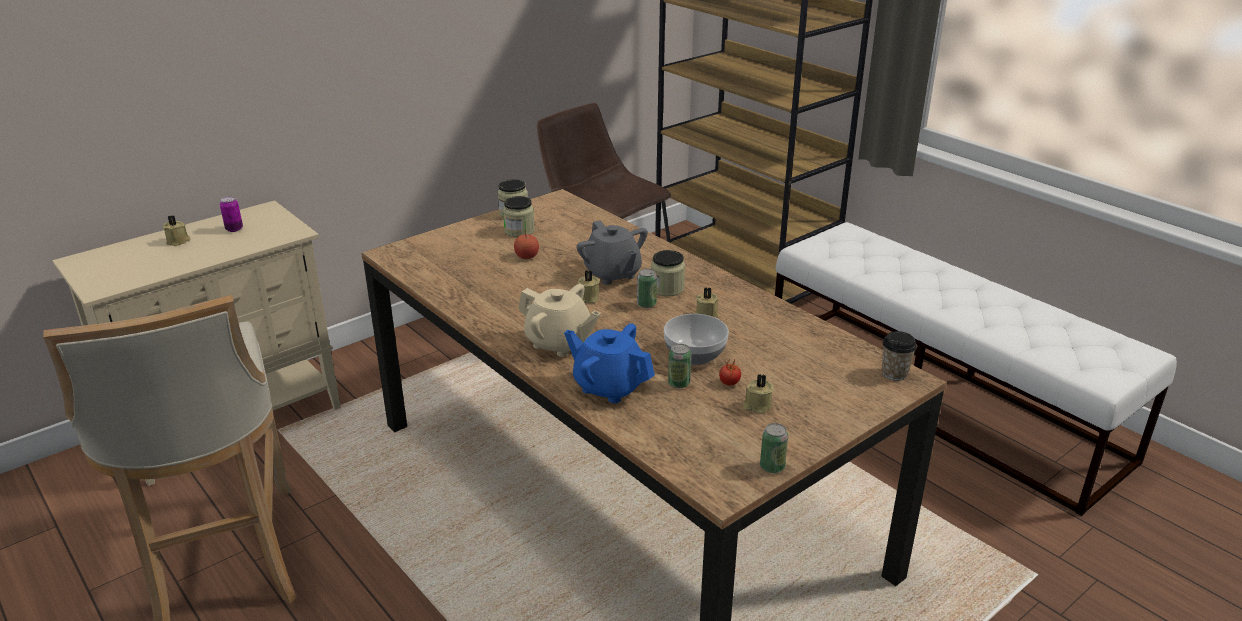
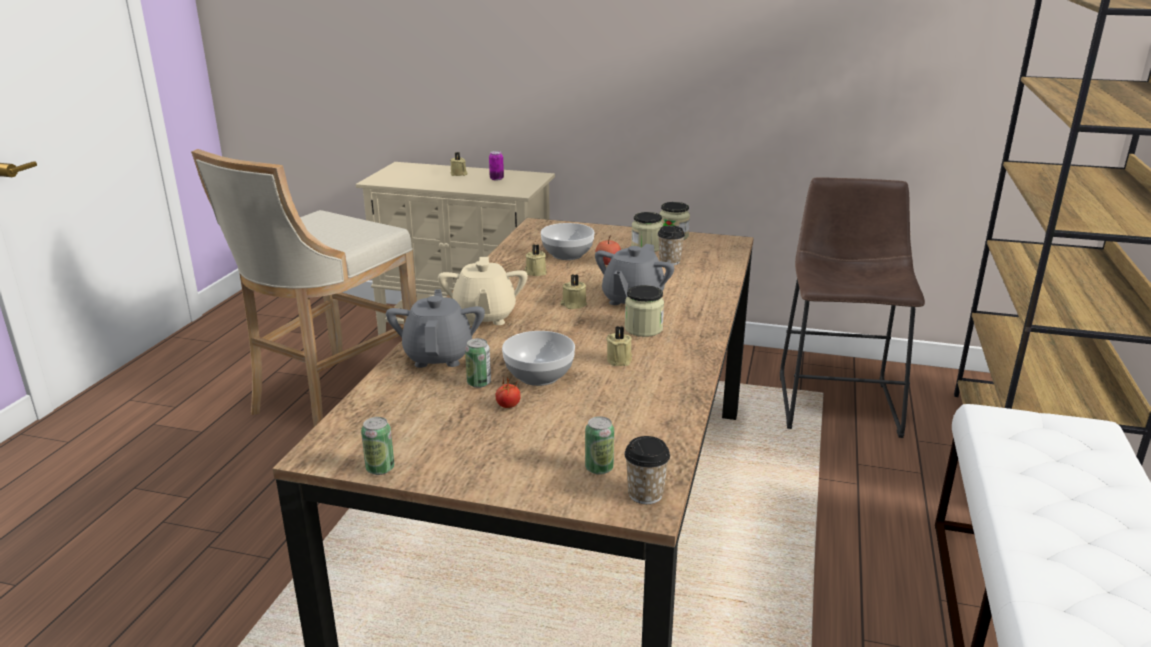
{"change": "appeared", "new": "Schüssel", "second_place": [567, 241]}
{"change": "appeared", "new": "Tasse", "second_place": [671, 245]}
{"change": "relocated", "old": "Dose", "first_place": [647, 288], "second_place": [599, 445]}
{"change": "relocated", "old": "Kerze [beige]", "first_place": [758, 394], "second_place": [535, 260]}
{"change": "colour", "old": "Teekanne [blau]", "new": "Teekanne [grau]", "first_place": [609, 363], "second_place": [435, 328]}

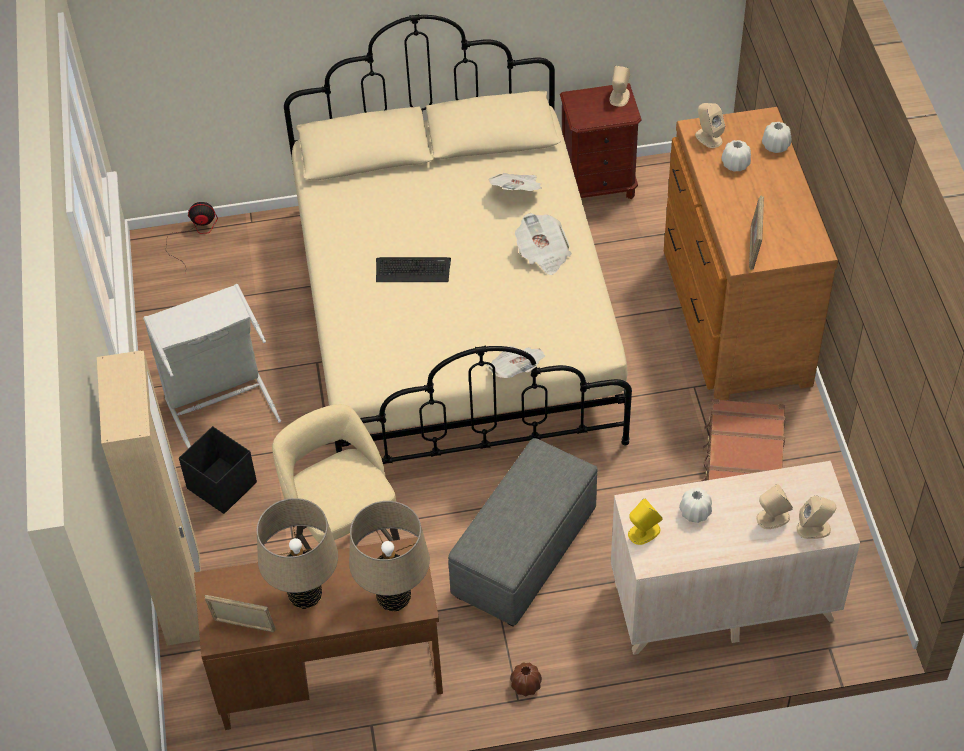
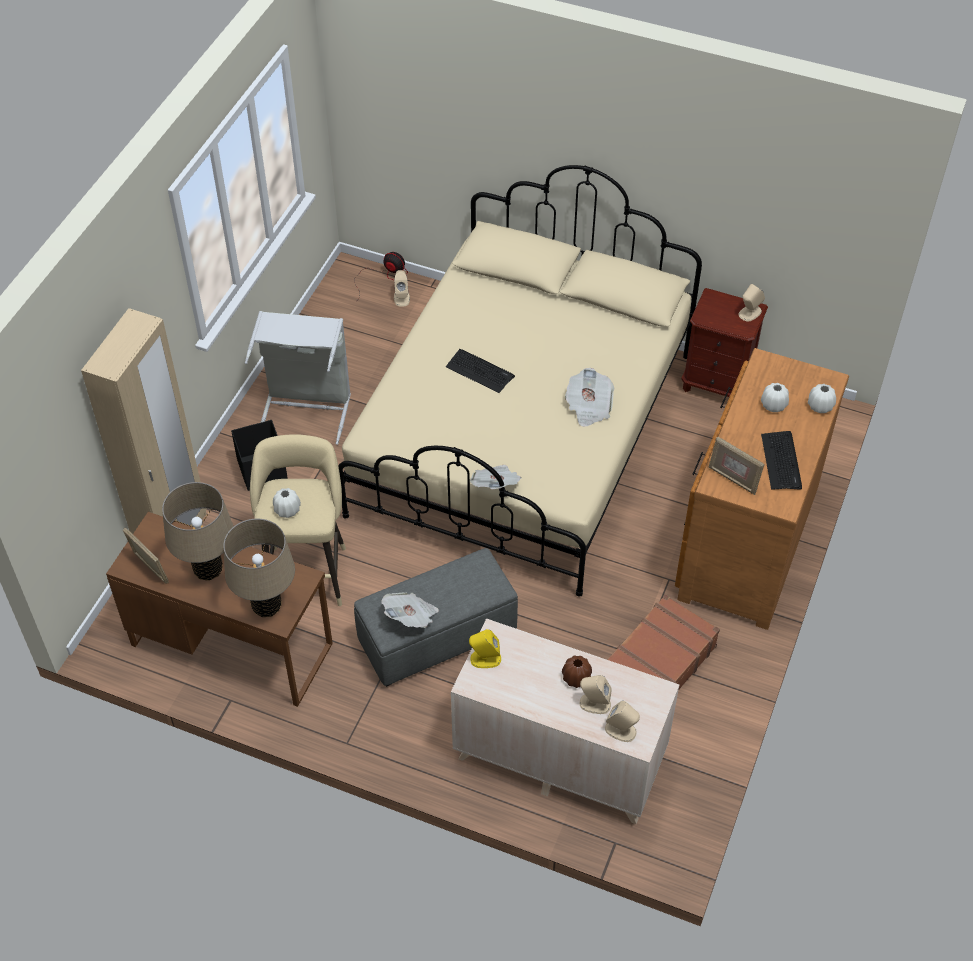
{"change": "appeared", "new": "Tastatur", "second_place": [781, 460]}
{"change": "relocated", "old": "Zeitung", "first_place": [515, 182], "second_place": [410, 610]}
{"change": "relocated", "old": "Vase [braun]", "first_place": [526, 679], "second_place": [577, 672]}
{"change": "relocated", "old": "Vase [weiß]", "first_place": [695, 505], "second_place": [287, 503]}
{"change": "relocated", "old": "Lautsprecher [beige]", "first_place": [710, 125], "second_place": [402, 288]}
{"change": "spun", "old": "Bilderrahmen", "first_place": [756, 232], "second_place": [736, 466], "degrees": -90}

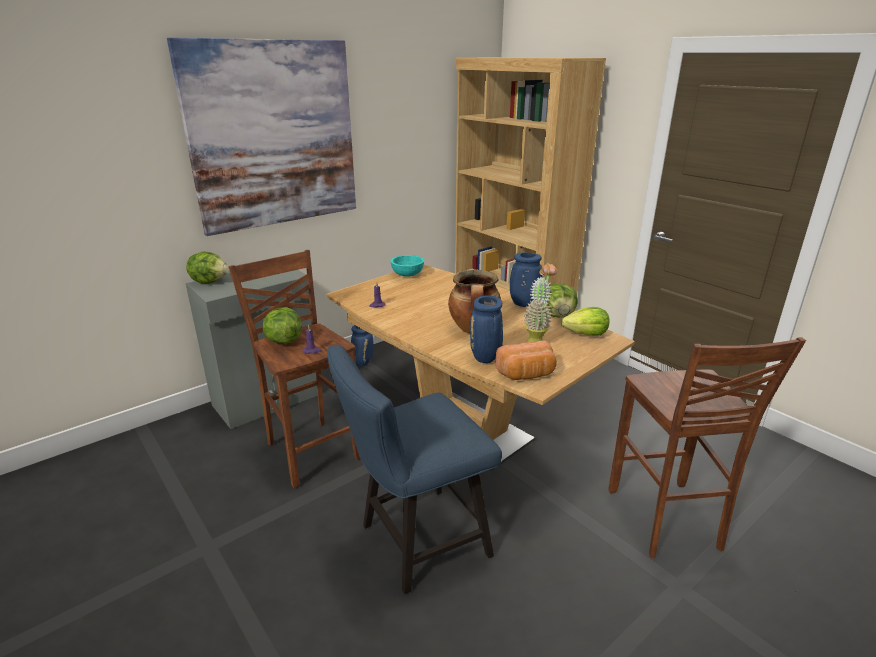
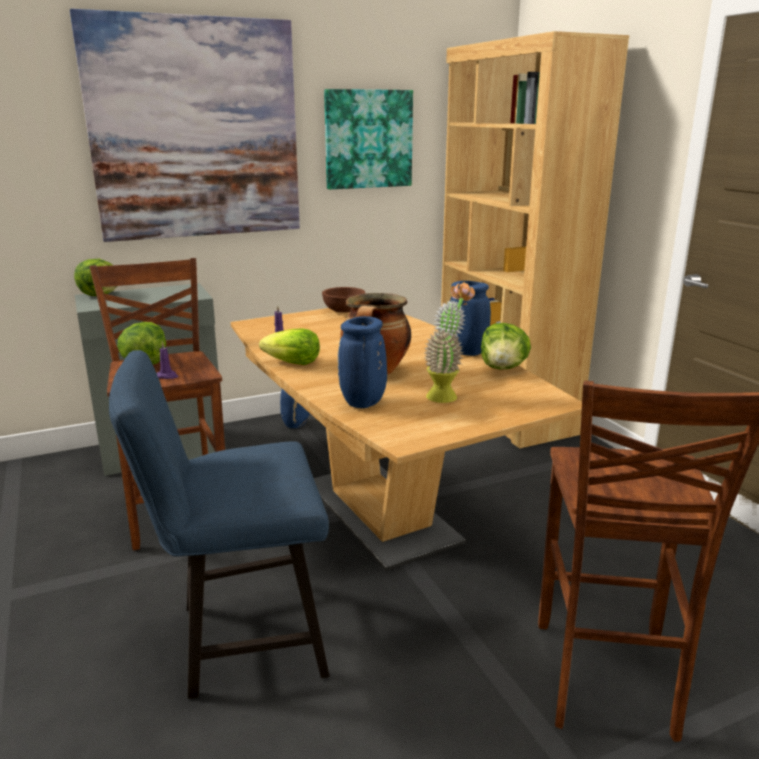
{"change": "missing", "old": "Brot", "first_place": [526, 360]}
{"change": "appeared", "new": "Bild", "second_place": [368, 139]}
{"change": "relocated", "old": "Salatkopf", "first_place": [585, 321], "second_place": [289, 347]}
{"change": "colour", "old": "Schüssel [türkis]", "new": "Schüssel [braun]", "first_place": [407, 266], "second_place": [343, 300]}

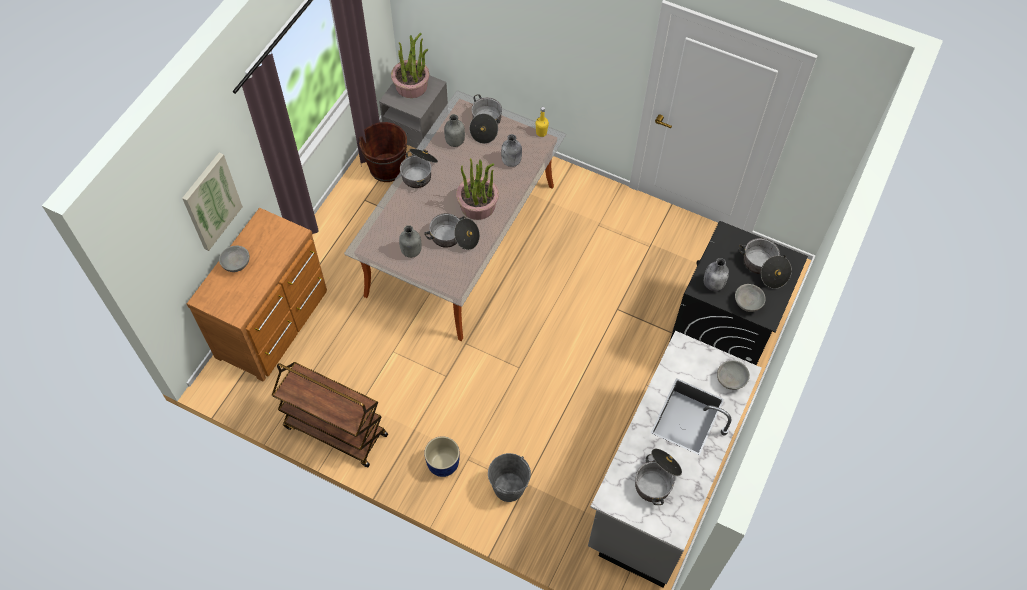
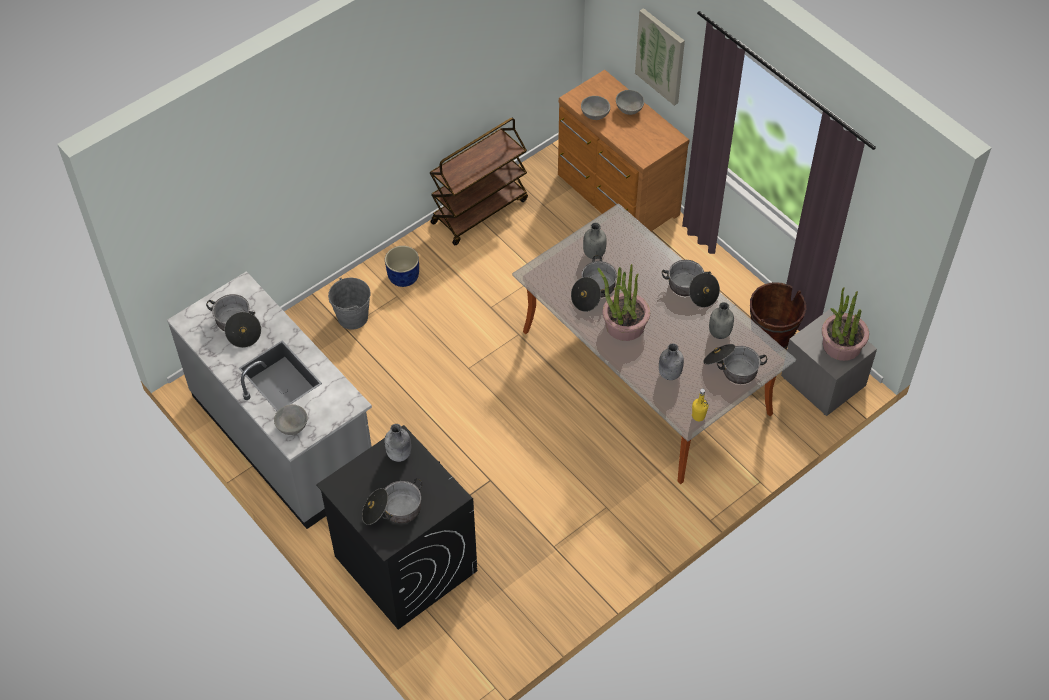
{"change": "relocated", "old": "Schüssel [grau]", "first_place": [750, 298], "second_place": [595, 108]}

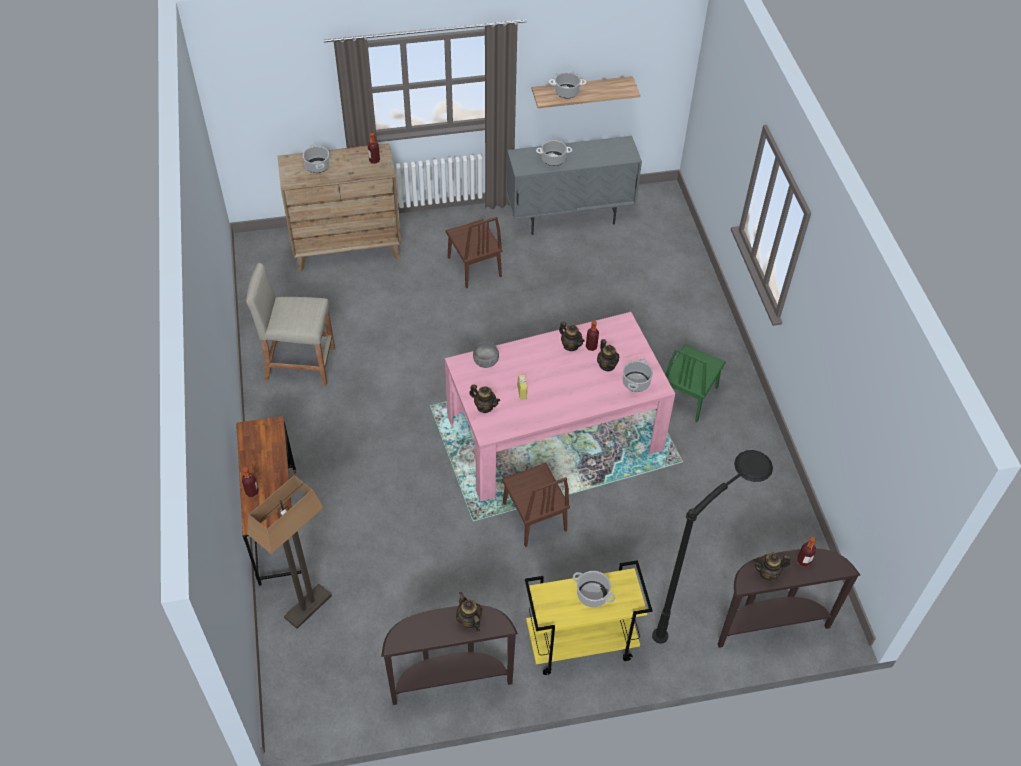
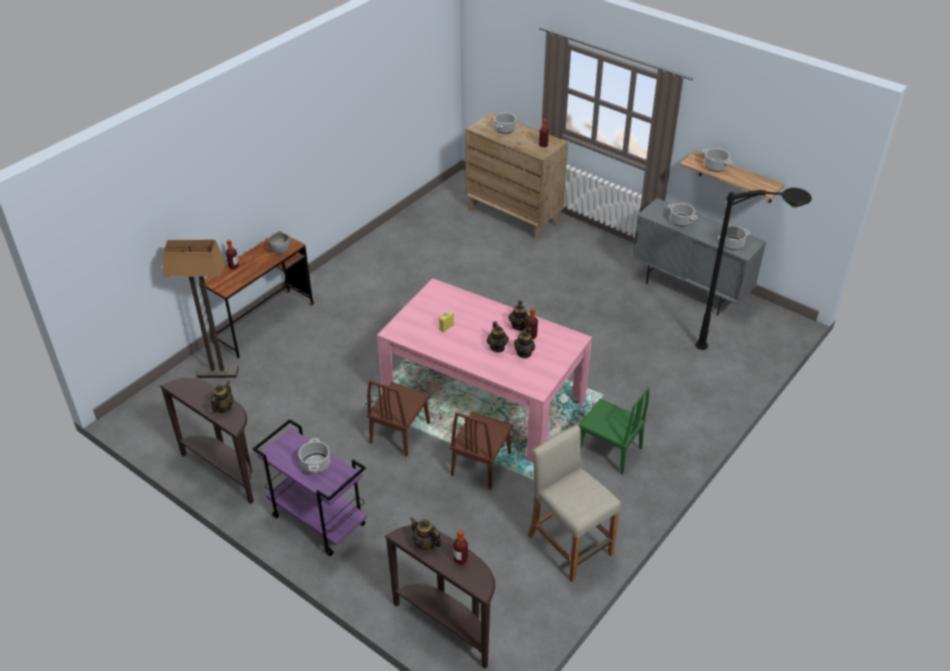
{"change": "relocated", "old": "Hocker [beige]", "first_place": [290, 324], "second_place": [574, 503]}
{"change": "relocated", "old": "Stuhl [braun]", "first_place": [474, 252], "second_place": [481, 450]}
{"change": "relocated", "old": "Teekanne", "first_place": [484, 398], "second_place": [498, 337]}
{"change": "relocated", "old": "Schüssel [grau]", "first_place": [486, 355], "second_place": [279, 243]}
{"change": "relocated", "old": "Kochtopf", "first_place": [638, 375], "second_place": [734, 238]}
{"change": "relocated", "old": "Stehlampe [schwarz]", "first_place": [712, 547], "second_place": [753, 269]}
{"change": "colour", "old": "Rollwagen [gelb]", "new": "Rollwagen [lila]", "first_place": [589, 617], "second_place": [309, 487]}
{"change": "spun", "old": "Stuhl [grün]", "first_place": [695, 383], "second_place": [614, 431], "degrees": -135}

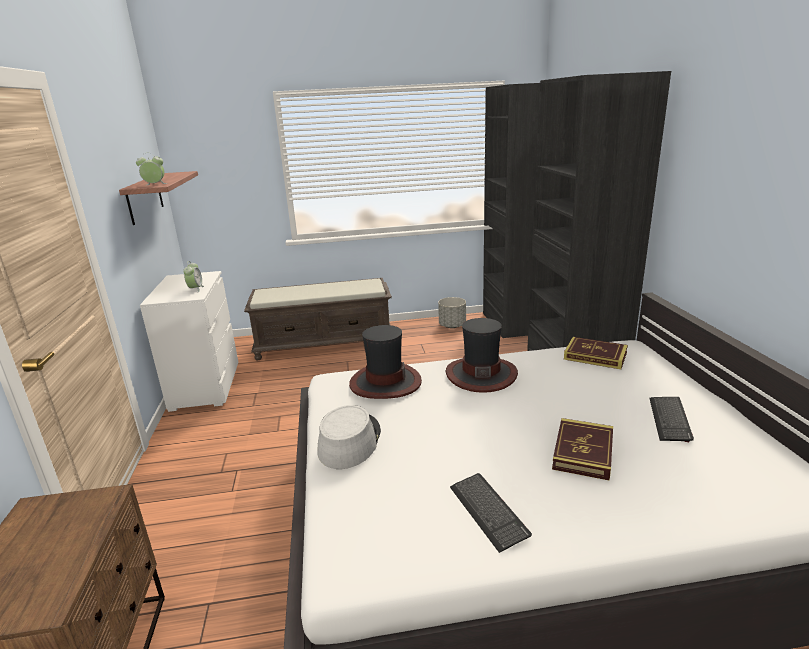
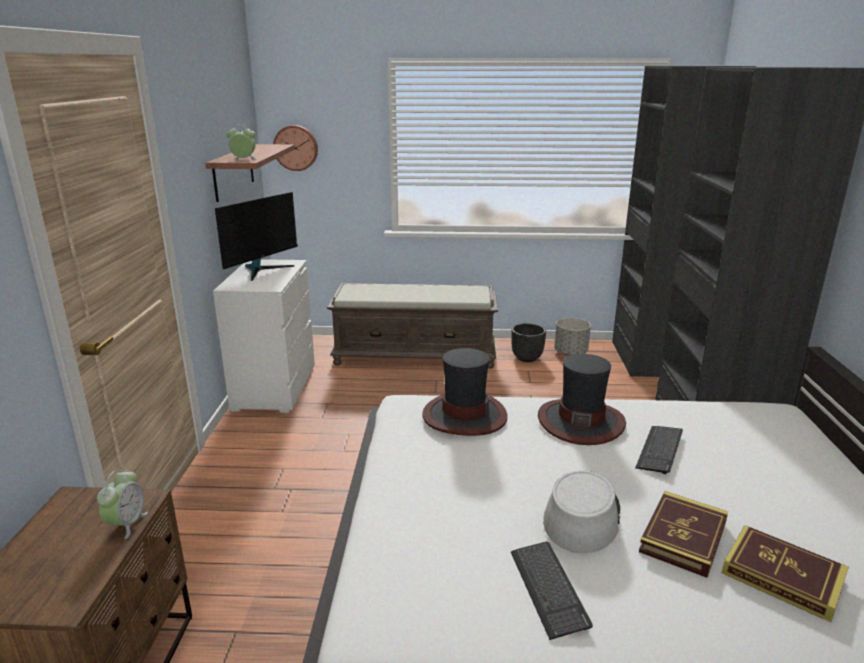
{"change": "appeared", "new": "Monitor", "second_place": [256, 236]}
{"change": "appeared", "new": "Wanduhr", "second_place": [295, 148]}
{"change": "appeared", "new": "Pflanzkübel [schwarz]", "second_place": [528, 342]}
{"change": "relocated", "old": "Wecker", "first_place": [193, 276], "second_place": [122, 504]}
{"change": "relocated", "old": "Hut [grau]", "first_place": [349, 437], "second_place": [581, 511]}
{"change": "relocated", "old": "Buch", "first_place": [596, 353], "second_place": [785, 573]}
{"change": "relocated", "old": "Tastatur", "first_place": [671, 419], "second_place": [659, 450]}

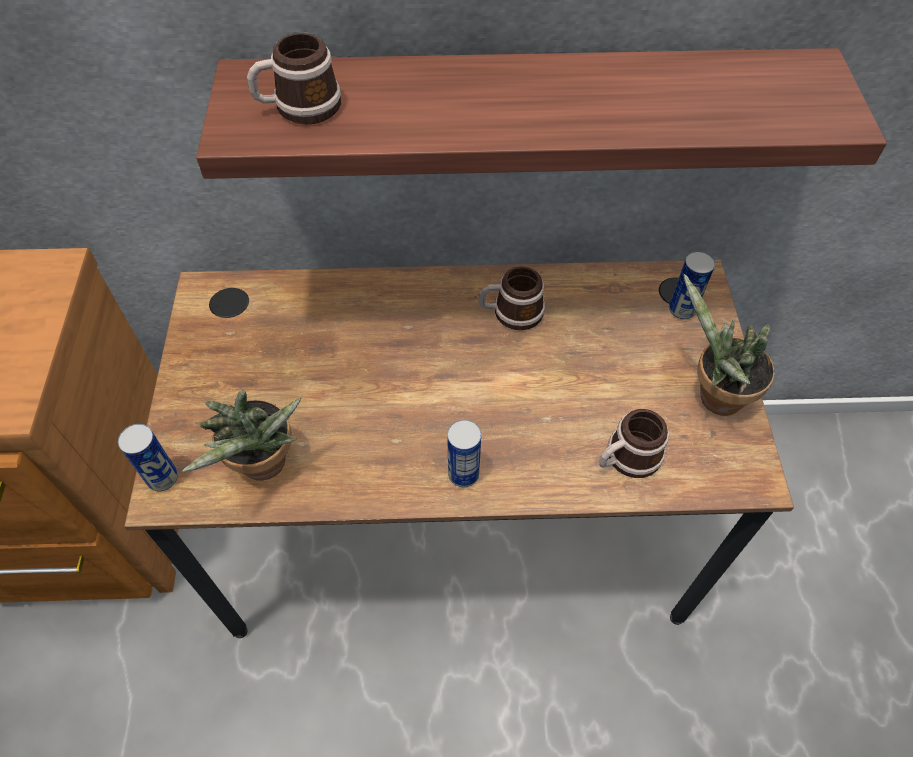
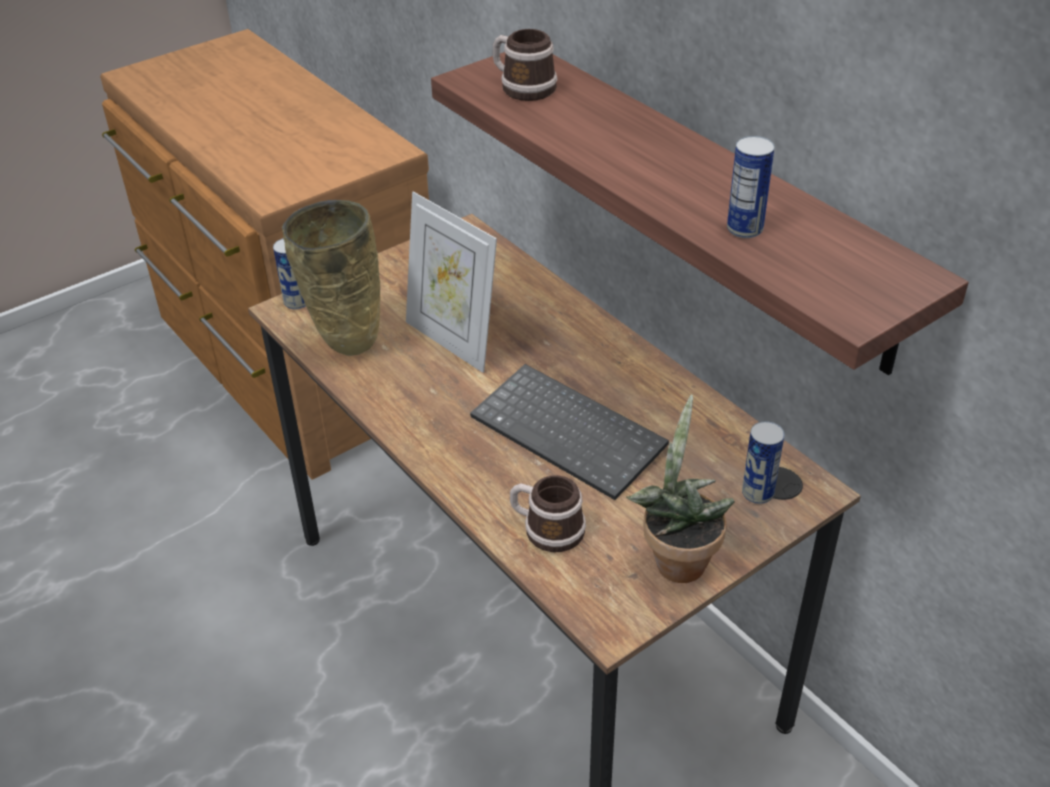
{"change": "missing", "old": "Henkelbecher", "first_place": [512, 298]}
{"change": "appeared", "new": "Bilderrahmen", "second_place": [451, 282]}
{"change": "appeared", "new": "Tastatur", "second_place": [569, 432]}
{"change": "relocated", "old": "Dose", "first_place": [464, 453], "second_place": [751, 187]}
{"change": "exchanged", "old": "Topfpflanze", "new": "Vase [beige]", "first_place": [242, 435], "second_place": [331, 278]}

